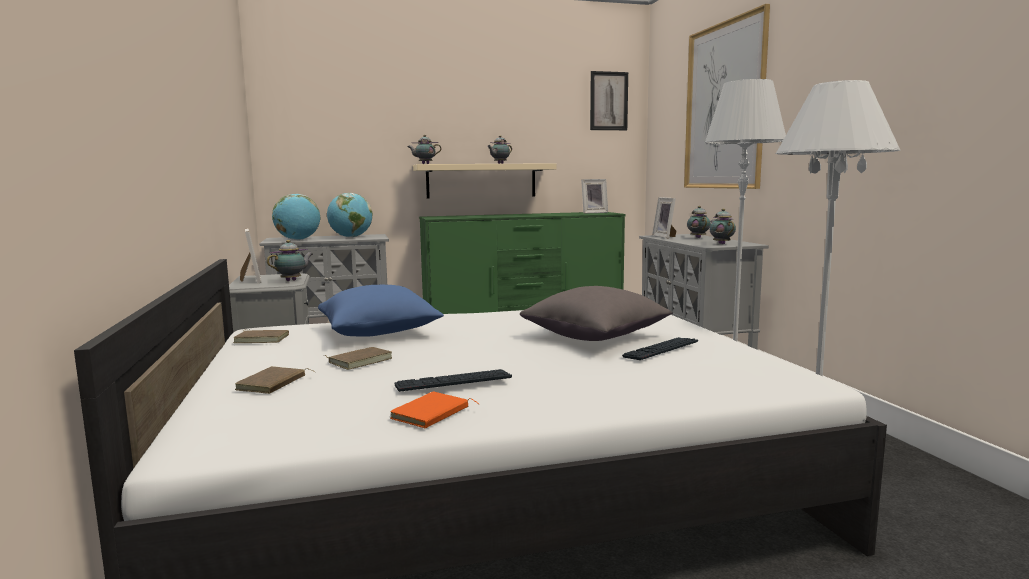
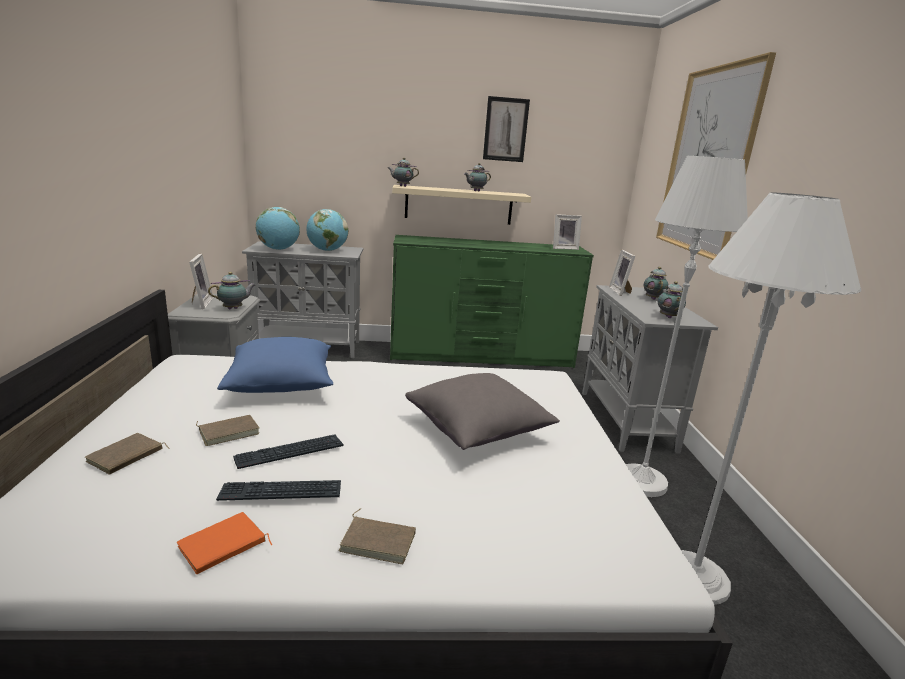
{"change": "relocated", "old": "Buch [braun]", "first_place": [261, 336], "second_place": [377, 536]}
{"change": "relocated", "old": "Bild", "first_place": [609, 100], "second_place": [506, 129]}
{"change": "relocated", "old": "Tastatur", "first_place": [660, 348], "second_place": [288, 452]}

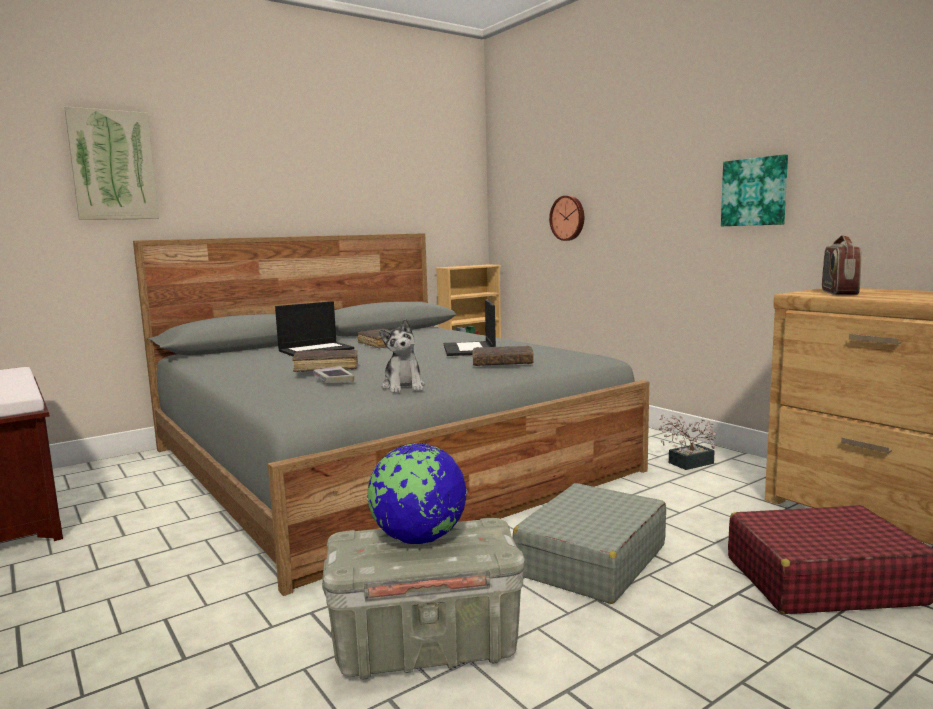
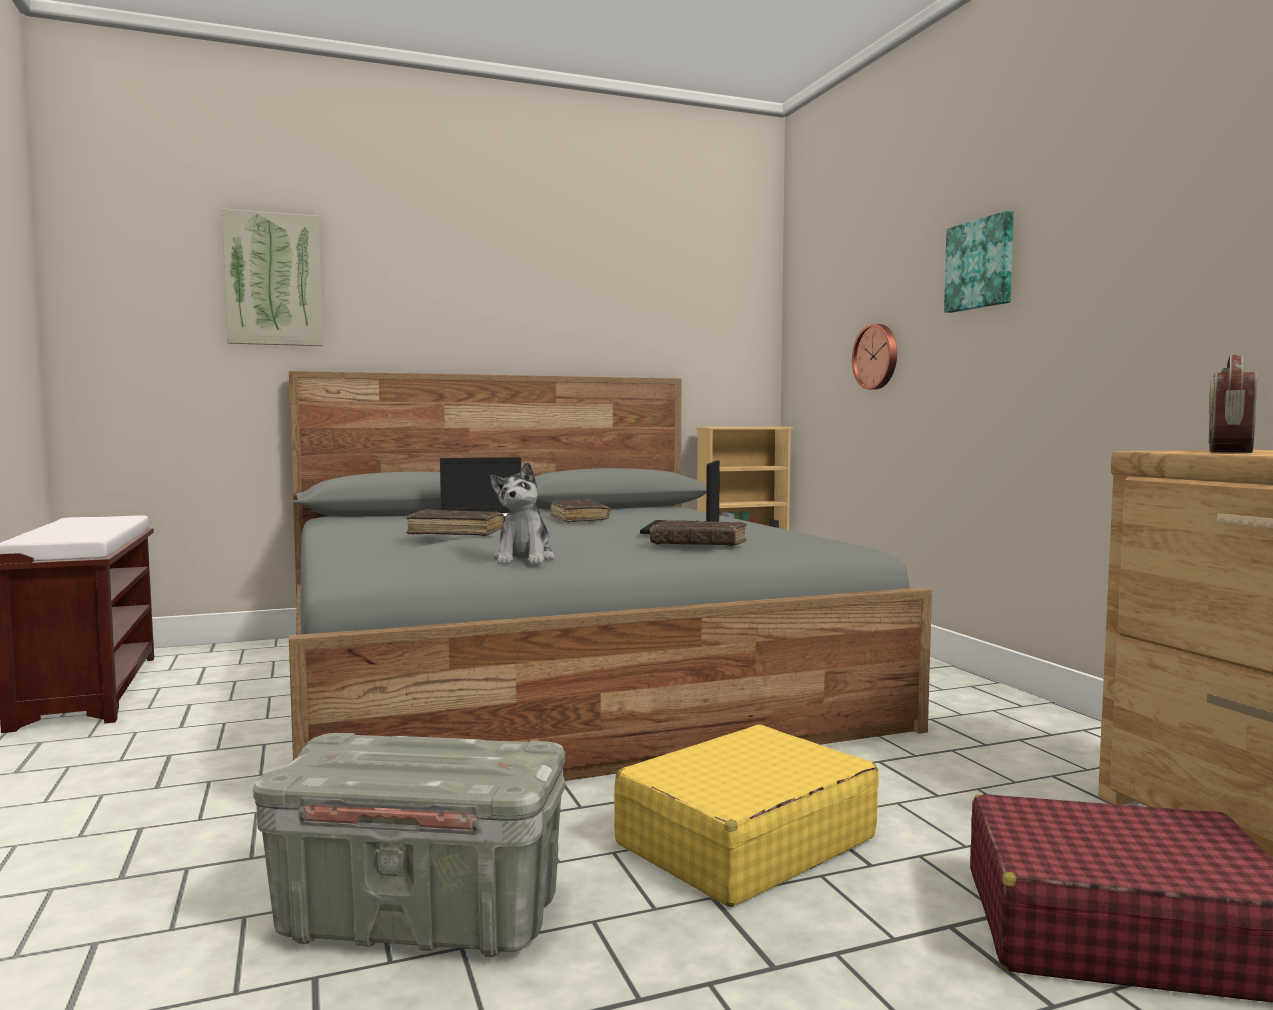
{"change": "missing", "old": "Buch", "first_place": [333, 374]}
{"change": "missing", "old": "Globus", "first_place": [417, 493]}
{"change": "missing", "old": "Topfpflanze", "first_place": [687, 442]}
{"change": "relocated", "old": "Bild", "first_place": [754, 190], "second_place": [979, 262]}
{"change": "colour", "old": "Koffer [grau]", "new": "Koffer [gelb]", "first_place": [589, 543], "second_place": [746, 816]}

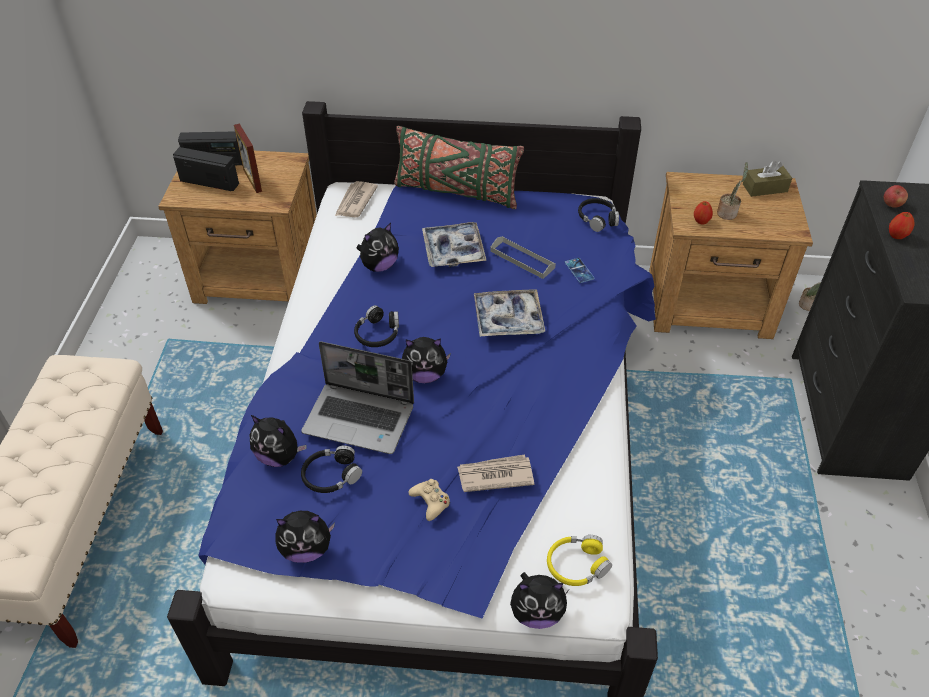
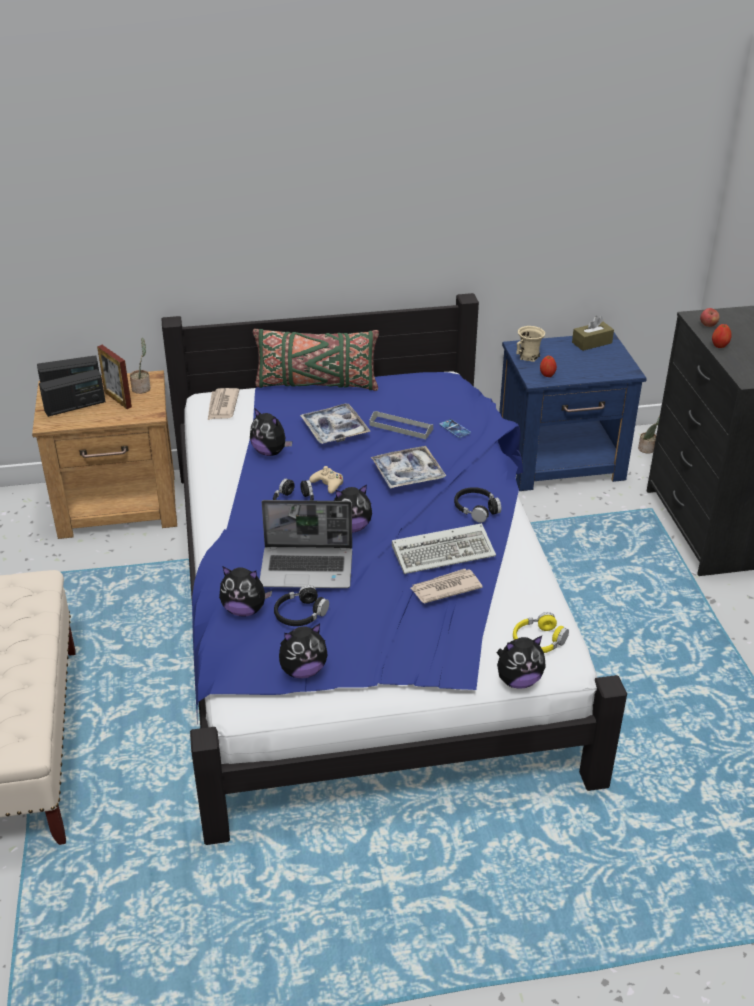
{"change": "appeared", "new": "Tastatur", "second_place": [444, 548]}
{"change": "appeared", "new": "Henkelbecher [beige]", "second_place": [530, 344]}
{"change": "relocated", "old": "Gamepad [beige]", "first_place": [429, 500], "second_place": [326, 480]}
{"change": "relocated", "old": "Kopfhörer [schwarz]", "first_place": [598, 215], "second_place": [477, 505]}
{"change": "relocated", "old": "Topfpflanze", "first_place": [732, 191], "second_place": [140, 366]}
{"change": "colour", "old": "Nachttisch [braun]", "new": "Nachttisch [blau]", "first_place": [731, 255], "second_place": [573, 412]}
{"change": "spun", "old": "Radio", "first_place": [206, 169], "second_place": [72, 393], "degrees": 150}
{"change": "spun", "old": "Plüschtier", "first_place": [377, 247], "second_place": [271, 432], "degrees": 90}

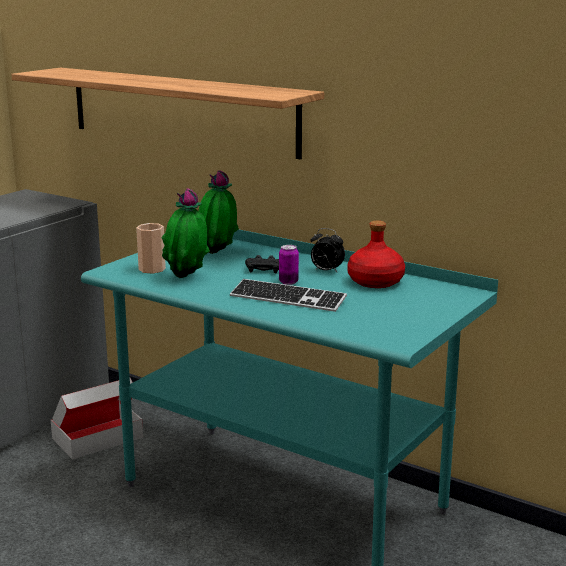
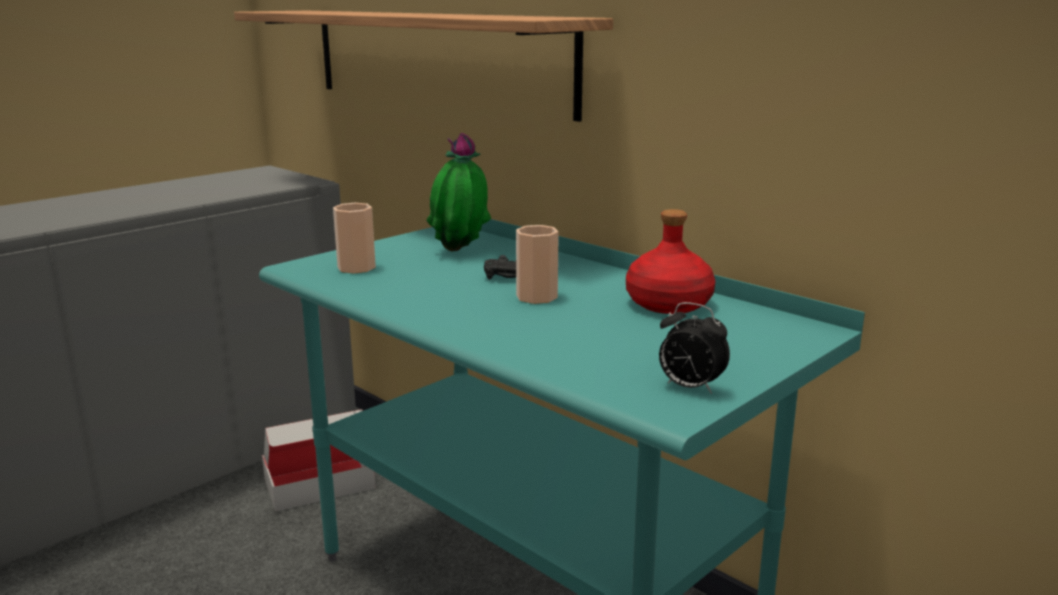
{"change": "missing", "old": "Topfpflanze", "first_place": [186, 233]}
{"change": "missing", "old": "Tastatur", "first_place": [288, 295]}
{"change": "relocated", "old": "Wecker", "first_place": [327, 250], "second_place": [694, 348]}
{"change": "exchanged", "old": "Dose", "new": "Tasse", "first_place": [289, 265], "second_place": [537, 264]}

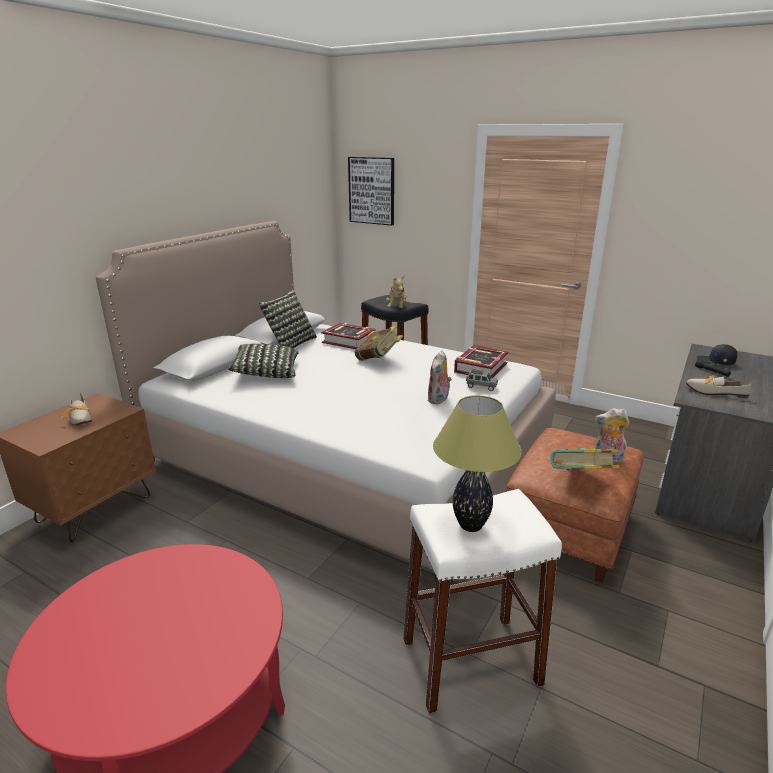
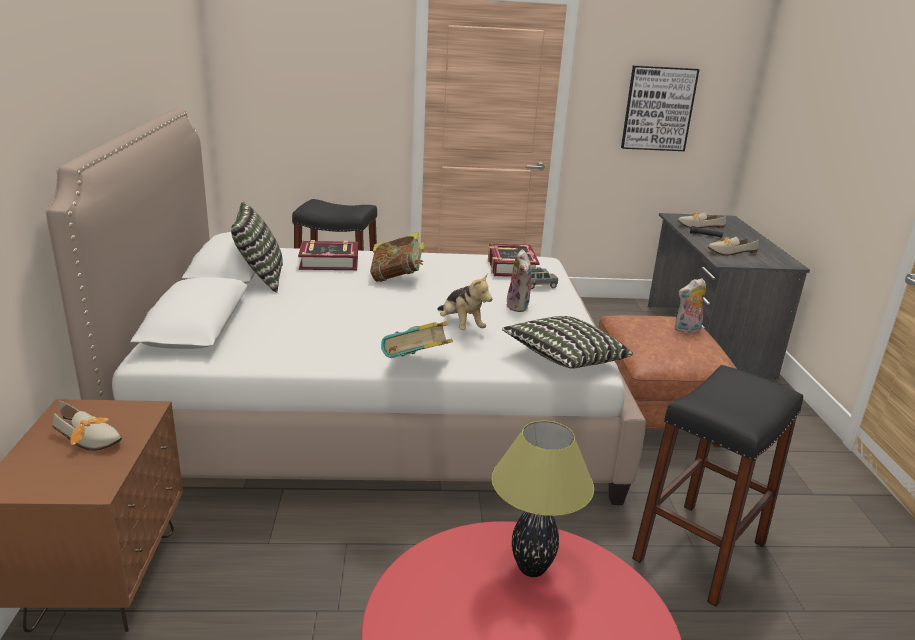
{"change": "relocated", "old": "Kissen", "first_place": [263, 361], "second_place": [567, 342]}
{"change": "relocated", "old": "Bild", "first_place": [371, 191], "second_place": [660, 108]}
{"change": "relocated", "old": "Plüschtier", "first_place": [396, 292], "second_place": [465, 302]}
{"change": "relocated", "old": "Tischlampe", "first_place": [477, 463], "second_place": [542, 498]}
{"change": "relocated", "old": "Buch", "first_place": [584, 459], "second_place": [417, 339]}
{"change": "exchanged", "old": "Kappe [schwarz]", "new": "Schuh", "first_place": [717, 354], "second_place": [702, 220]}
{"change": "colour", "old": "Hocker [weiß]", "new": "Hocker [schwarz]", "first_place": [482, 601], "second_place": [717, 486]}

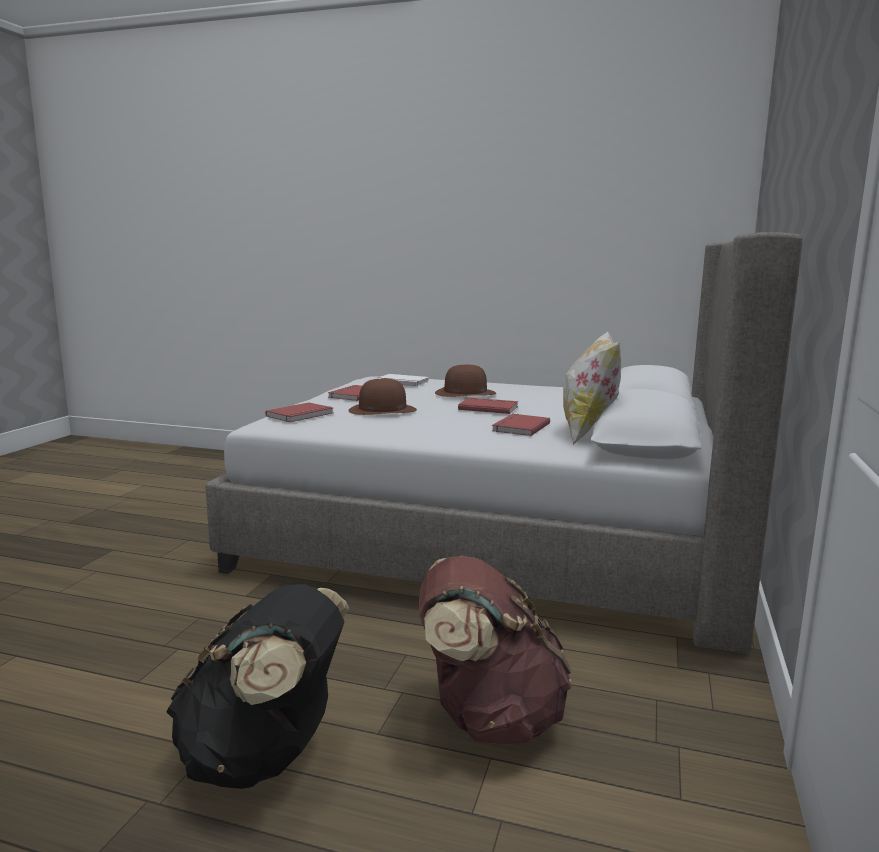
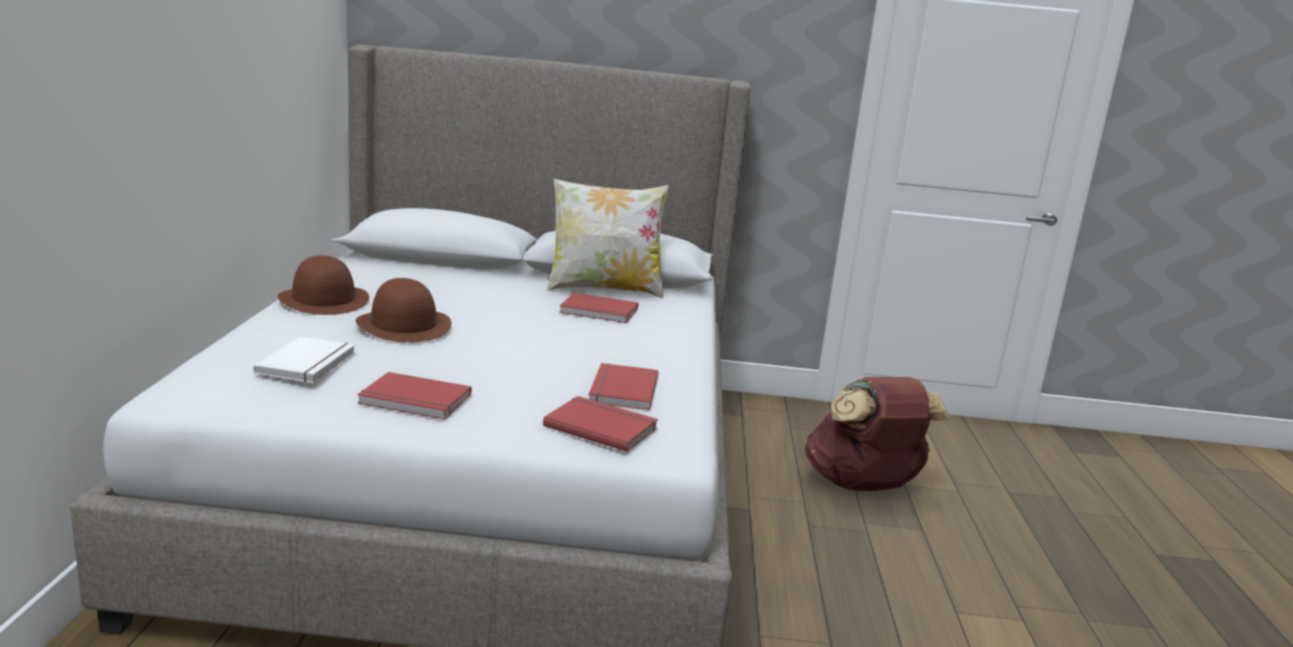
{"change": "missing", "old": "Rucksack [schwarz]", "first_place": [258, 686]}
{"change": "relocated", "old": "Hut [braun]", "first_place": [382, 397], "second_place": [323, 285]}
{"change": "relocated", "old": "Buch [rot]", "first_place": [488, 406], "second_place": [624, 386]}

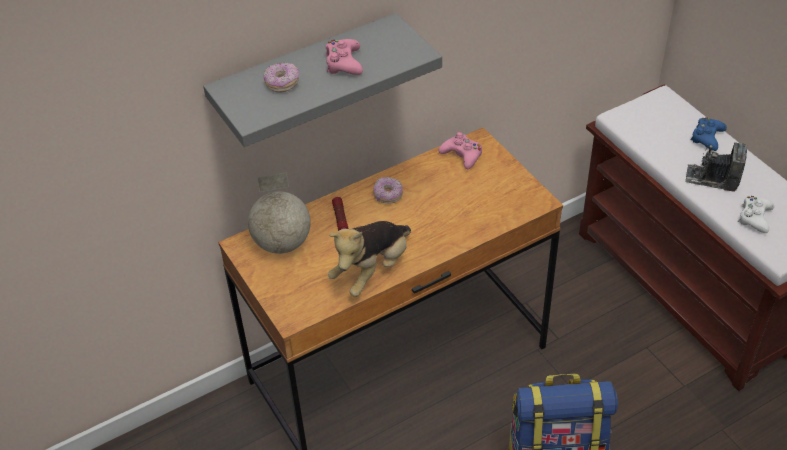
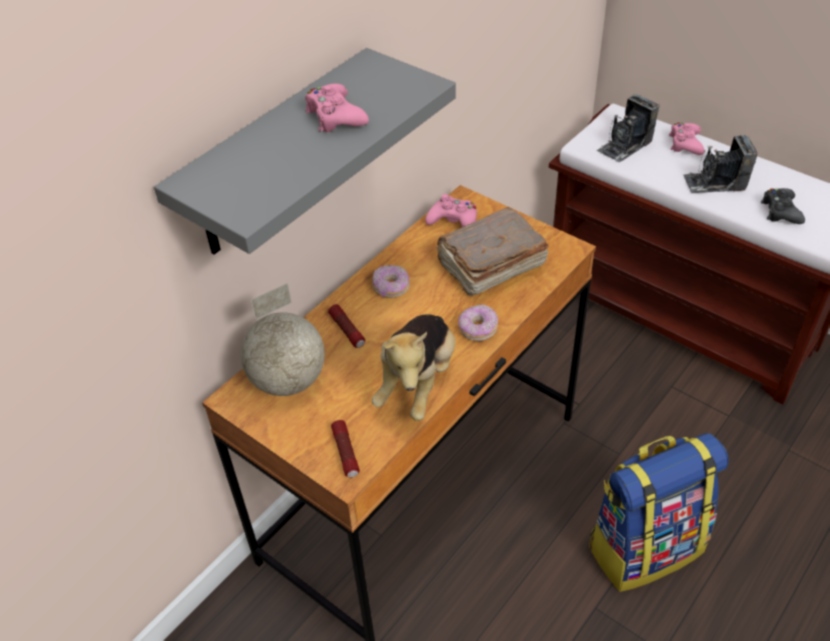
{"change": "appeared", "new": "Taschenlampe", "second_place": [345, 448]}
{"change": "appeared", "new": "Buch [braun]", "second_place": [492, 252]}
{"change": "appeared", "new": "Kamera", "second_place": [628, 128]}
{"change": "relocated", "old": "Donut", "first_place": [281, 78], "second_place": [478, 323]}
{"change": "colour", "old": "Gamepad [blau]", "new": "Gamepad [rosa]", "first_place": [708, 134], "second_place": [686, 139]}
{"change": "colour", "old": "Gamepad [weiß]", "new": "Gamepad [schwarz]", "first_place": [756, 214], "second_place": [783, 206]}

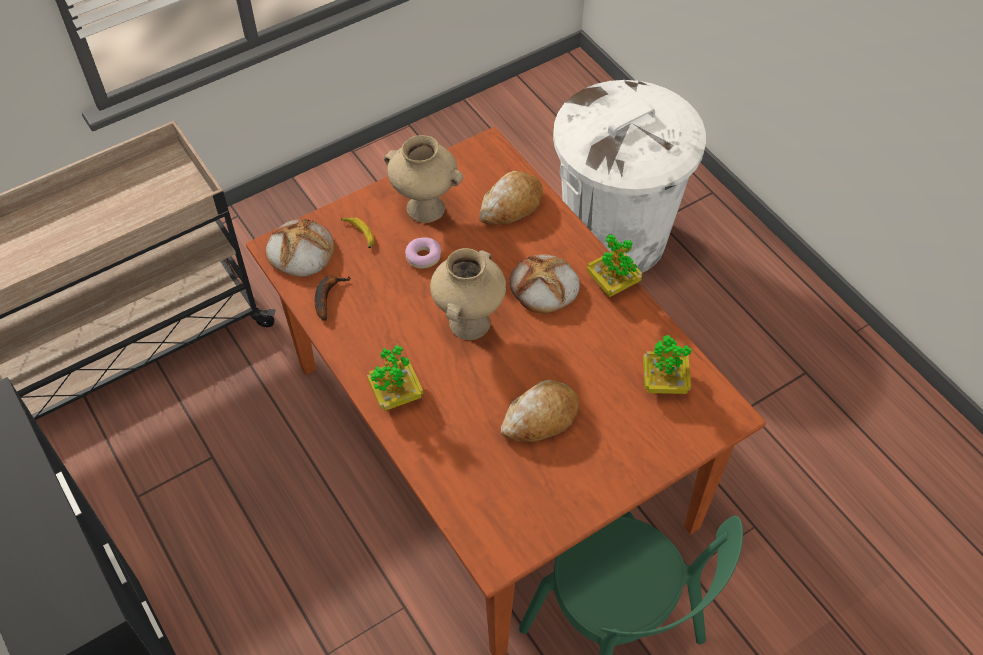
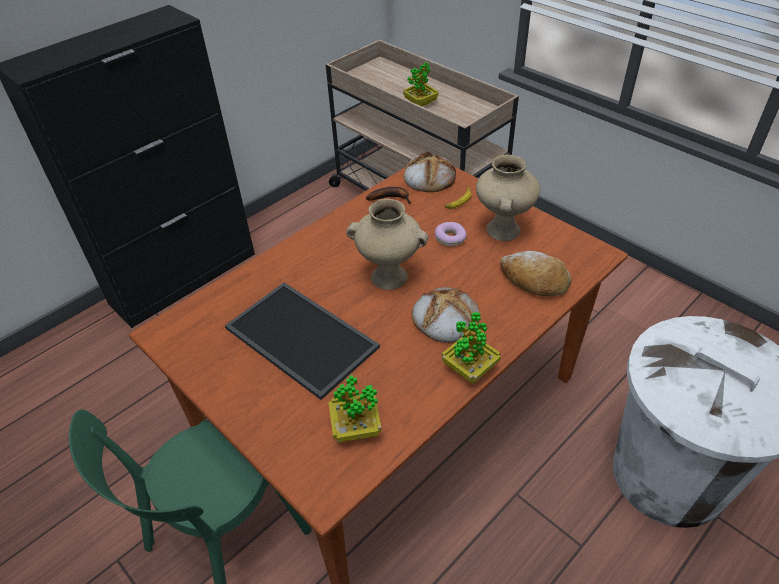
{"change": "relocated", "old": "Topfpflanze", "first_place": [395, 378], "second_place": [421, 84]}
{"change": "exchanged", "old": "Brot", "new": "Tablett", "first_place": [540, 411], "second_place": [302, 341]}

